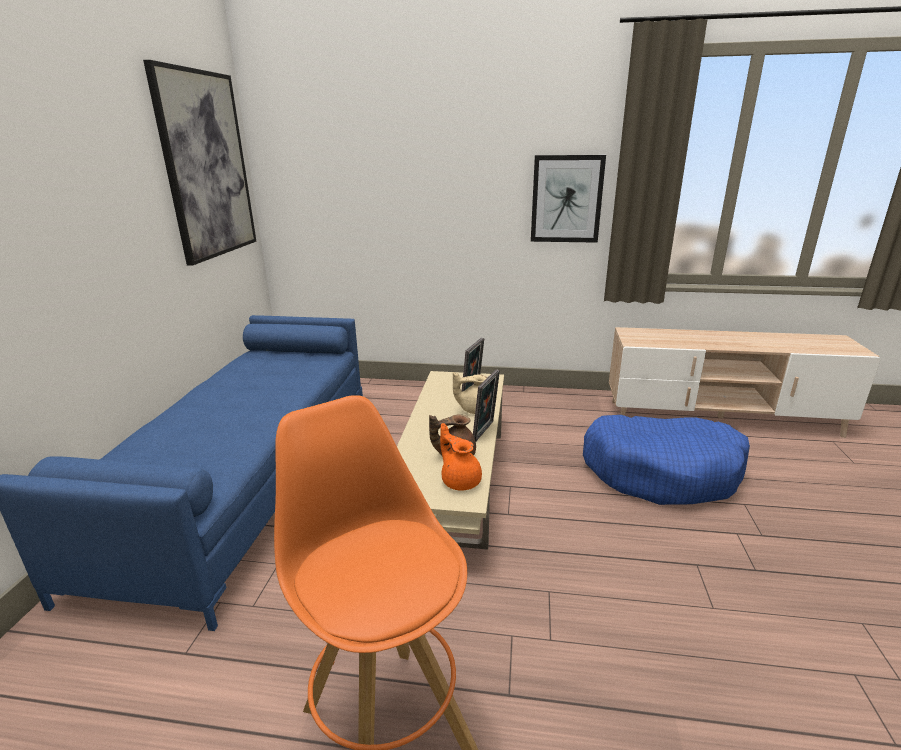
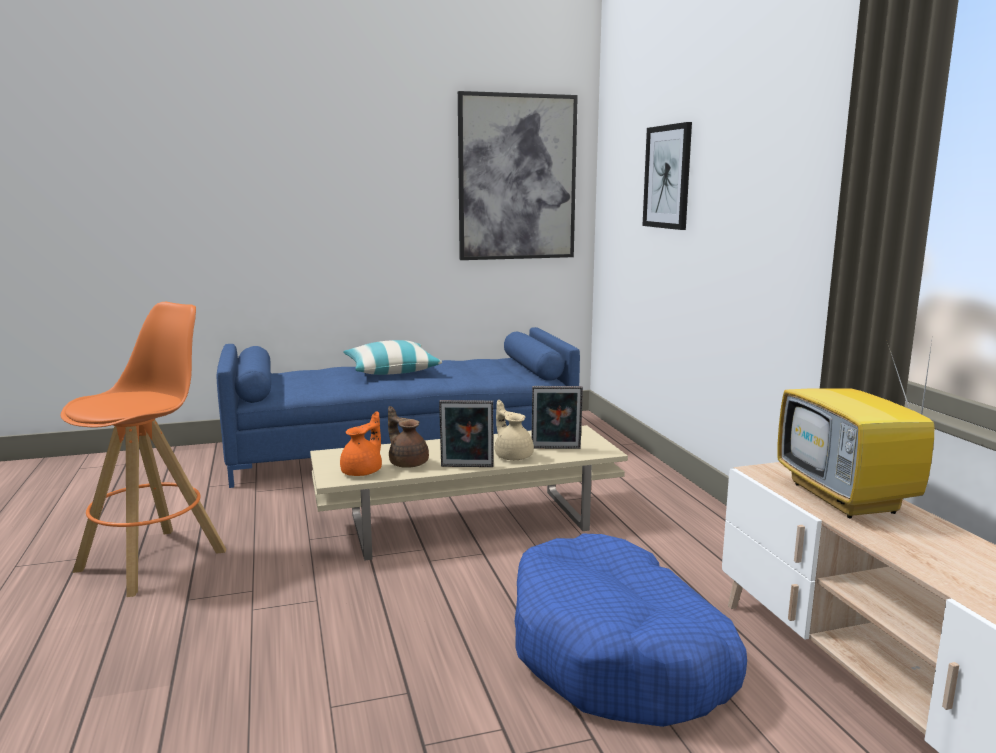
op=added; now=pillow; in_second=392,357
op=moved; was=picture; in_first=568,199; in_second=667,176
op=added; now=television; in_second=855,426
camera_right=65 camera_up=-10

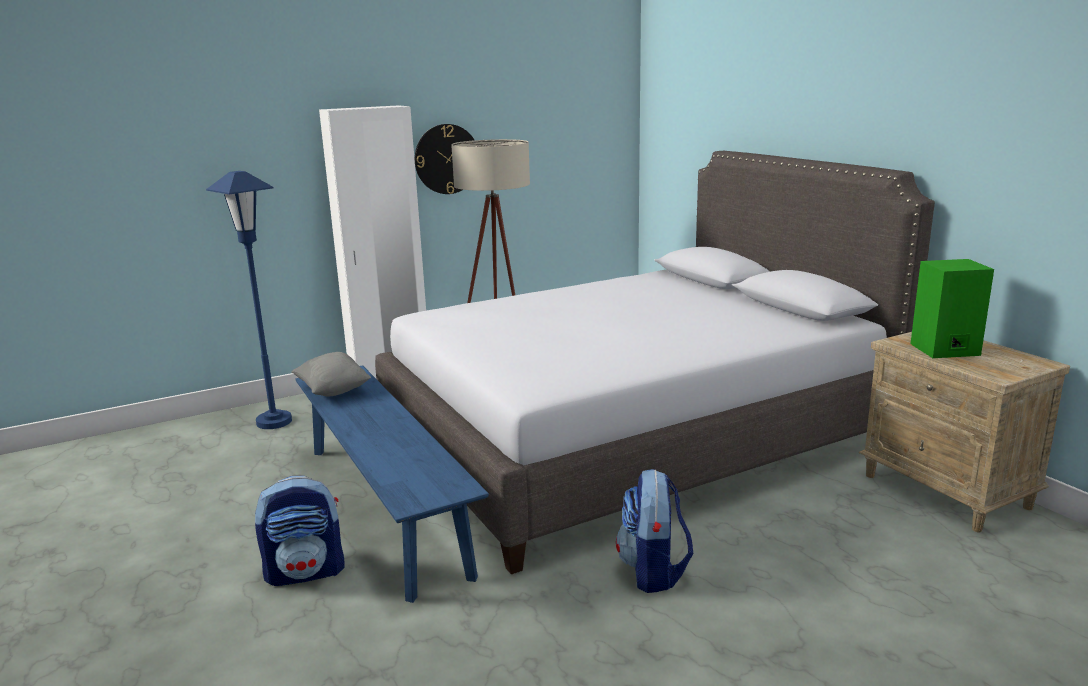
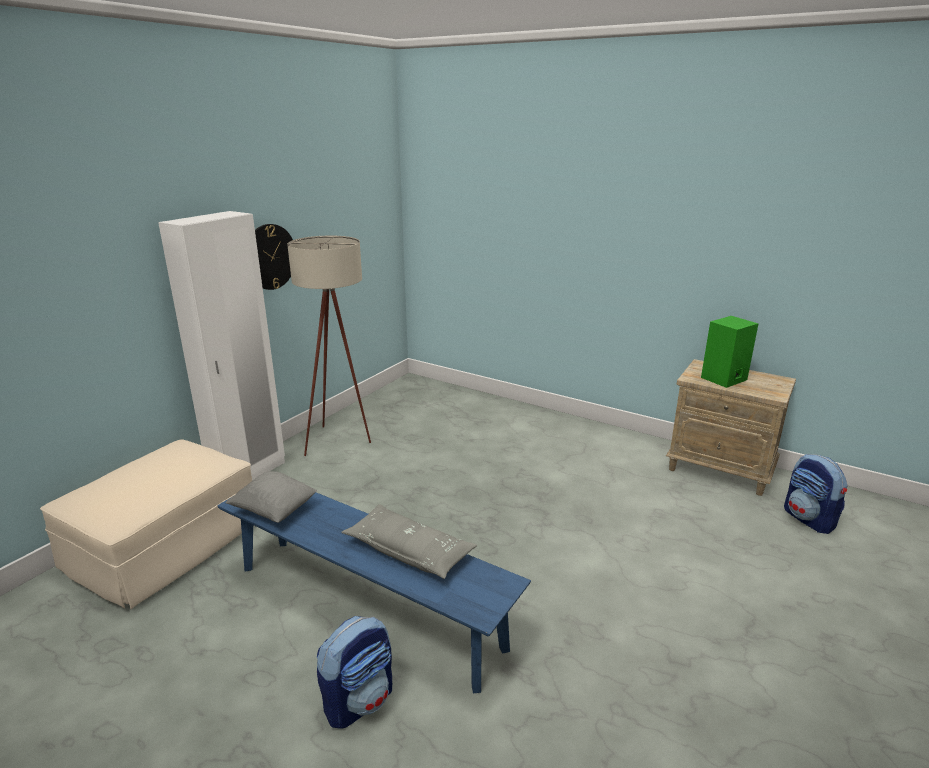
op=replaced; was=blue floor lamp; now=beige ottoman; in_first=249,300; in_second=146,524
op=added; now=grey pillow; in_second=409,541
op=moved; was=backpack; in_first=654,531; in_second=816,494
op=removed; was=grey bed; in_first=655,362
camera_right=-30 camera_up=5

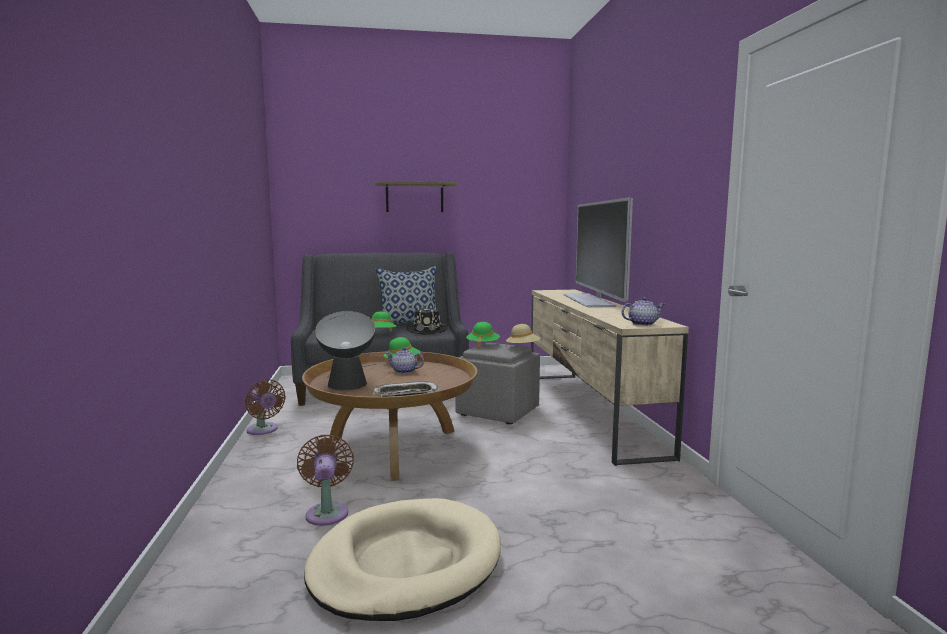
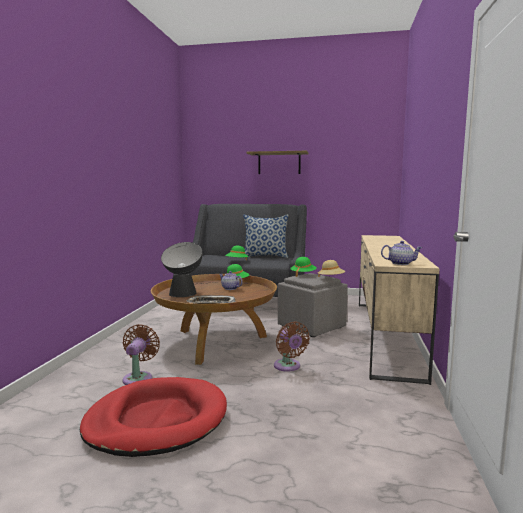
op=recoloured; was=beige dog bed; now=red dog bed; in_first=402,559; in_second=153,417
op=moved; was=brown fan; in_first=265,407; in_second=292,346
op=removed; was=black hat; in_first=427,320
op=removed; was=television; in_first=598,252
camera_right=20 camera_up=0

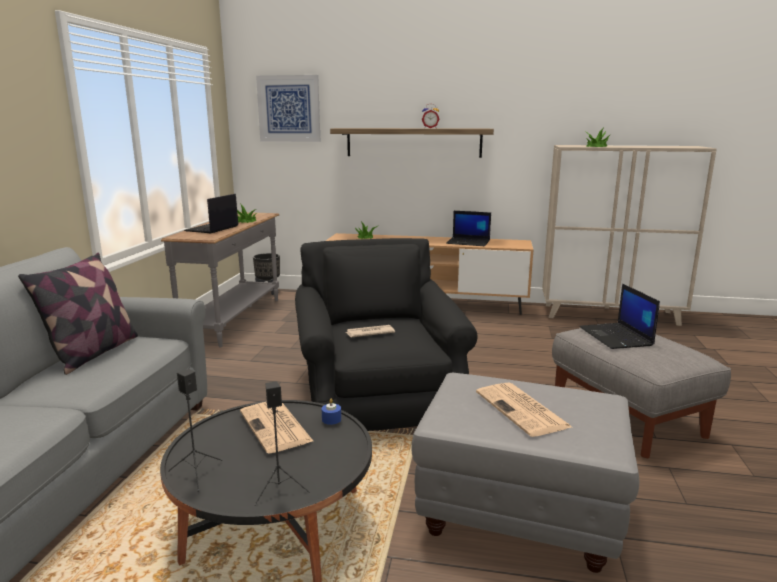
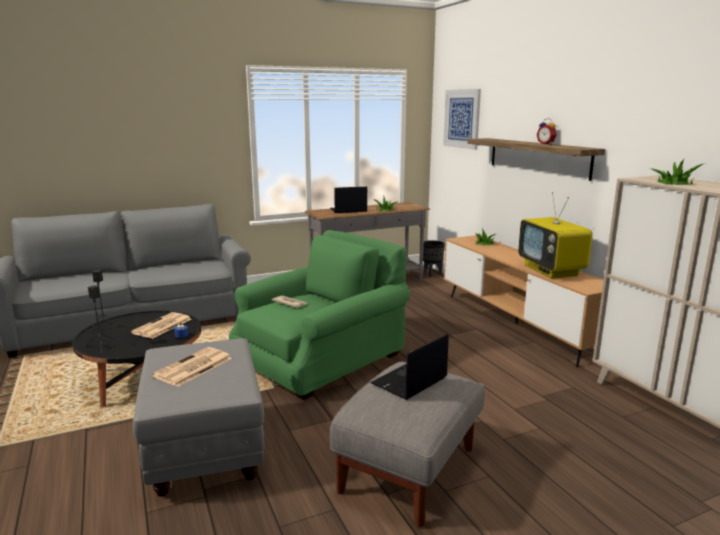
op=recoloured; was=black armchair; now=green armchair; in_first=386,334; in_second=319,315
op=replaced; was=laptop; now=television; in_first=468,228; in_second=555,235
op=removed; was=pillow; in_first=78,314
camera_right=55 camera_up=0

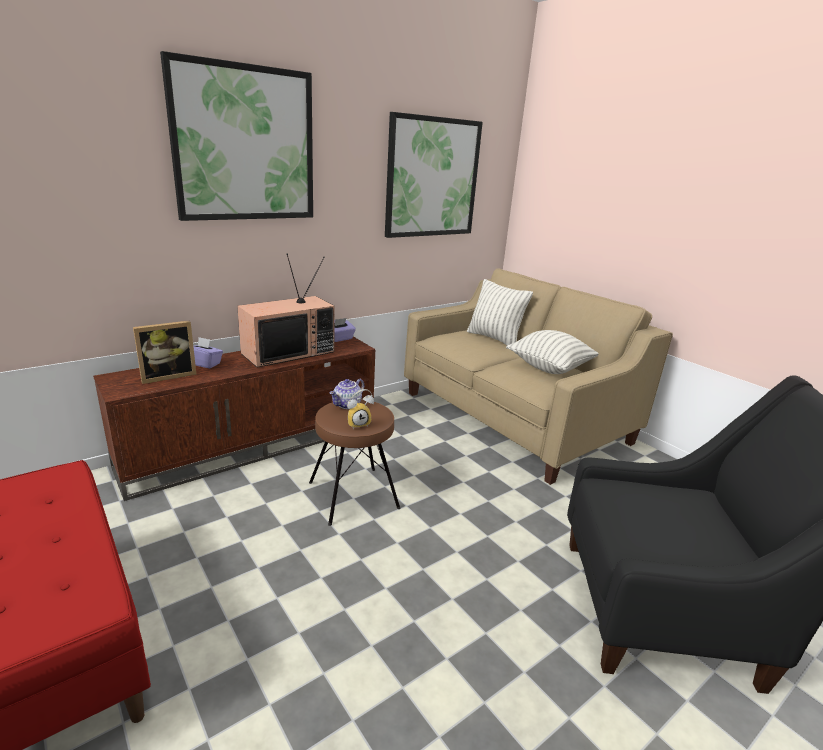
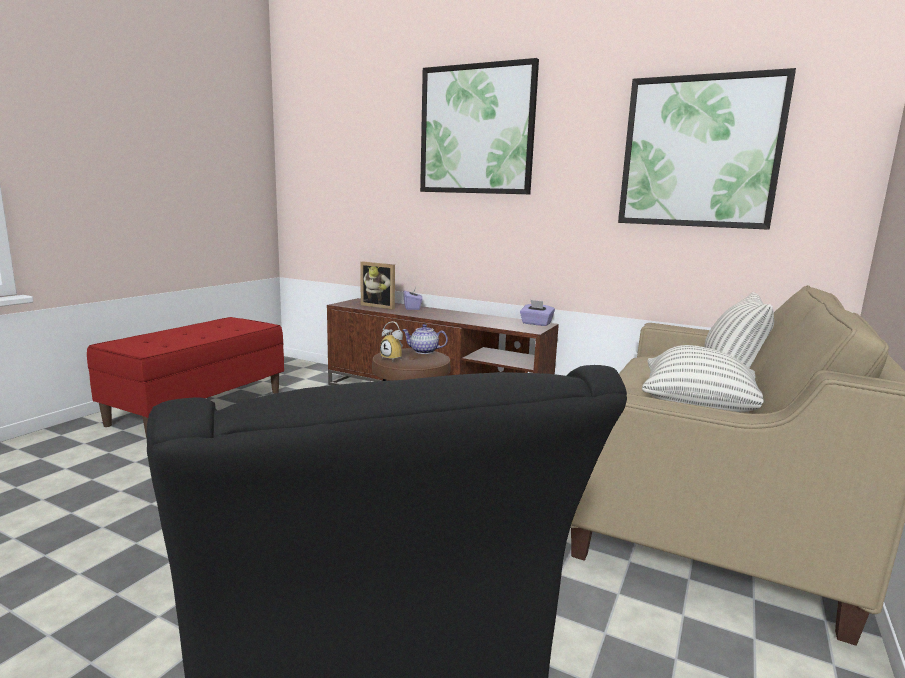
op=removed; was=television; in_first=286,311
camera_right=65 camera_up=-10

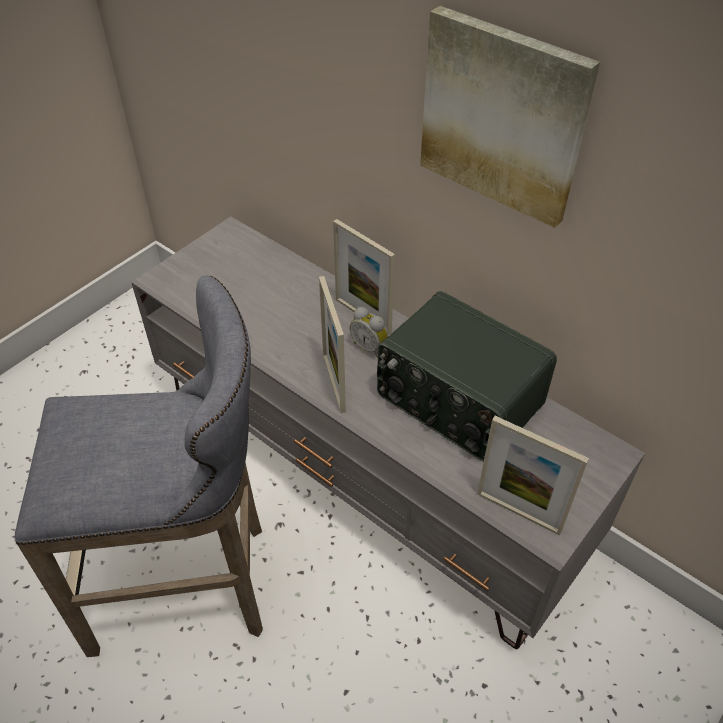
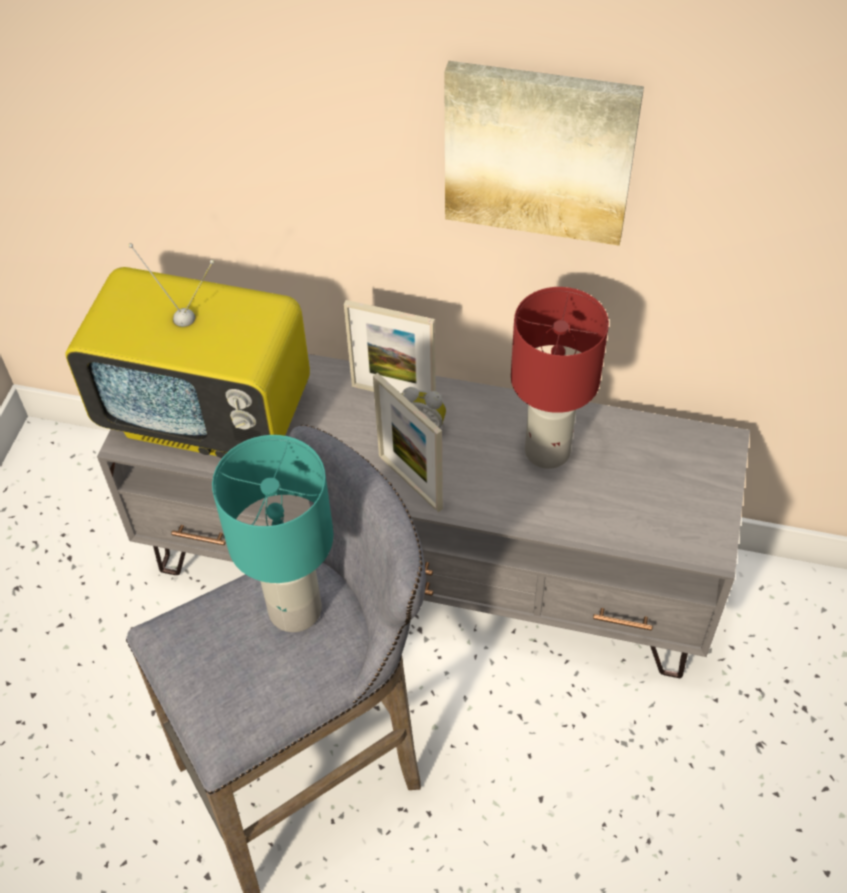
op=added; now=television; in_second=187,350
op=added; now=turquoise table lamp; in_second=273,533
op=replaced; was=radio; now=red table lamp; in_first=467,376; in_second=560,378
op=removed; was=picture frame; in_first=533,475
camera_right=-25 camera_up=5

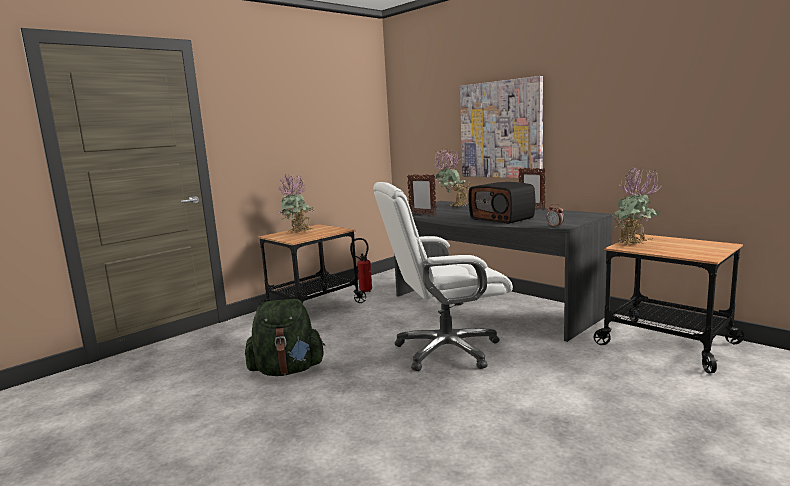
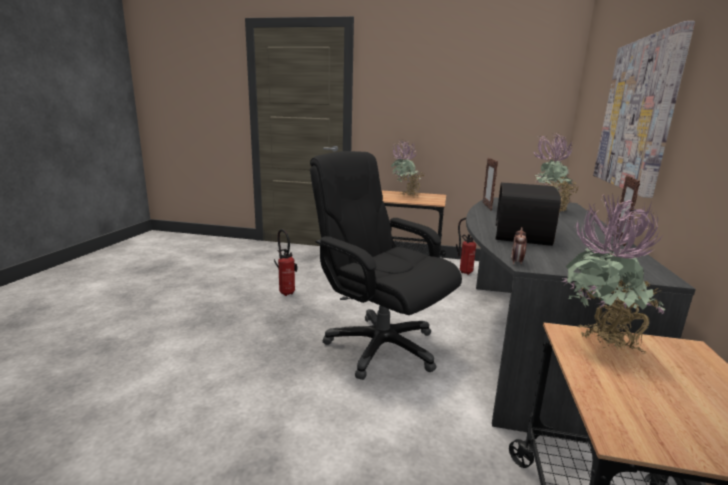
op=replaced; was=green backpack; now=fire extinguisher; in_first=285,337; in_second=285,262
op=recoloured; was=white office chair; now=black office chair; in_first=443,276; in_second=386,265
camera_right=55 camera_up=5

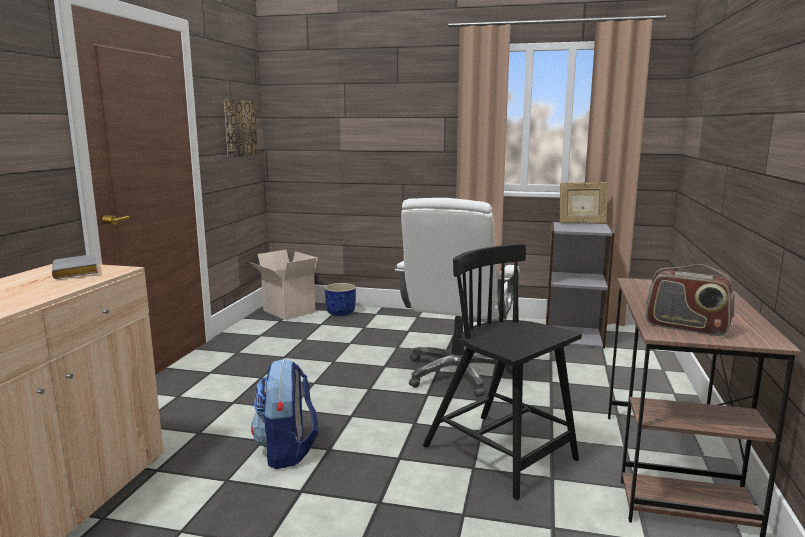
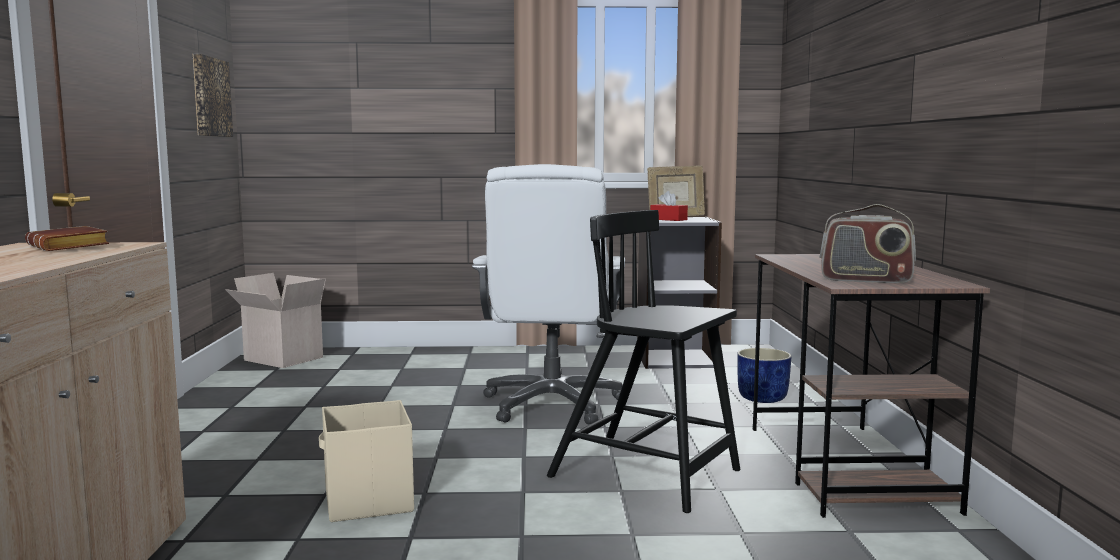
op=recoloured; was=grey book; now=brown book; in_first=75,266; in_second=67,238
op=replaced; was=backpack; now=beige storage box; in_first=285,413; in_second=366,461
op=added; now=red tissue box; in_second=669,206
op=moved; was=blue planter; in_first=340,299; in_second=765,375
camera_right=-15 camera_up=-5

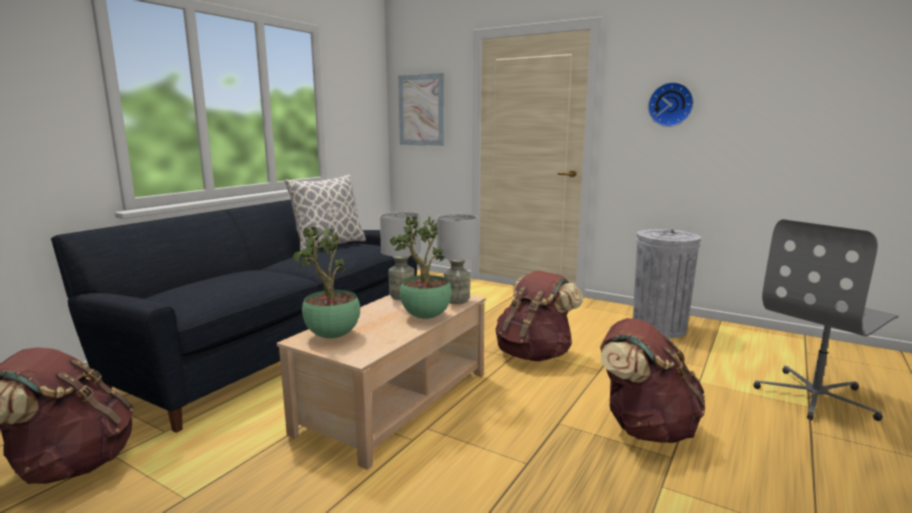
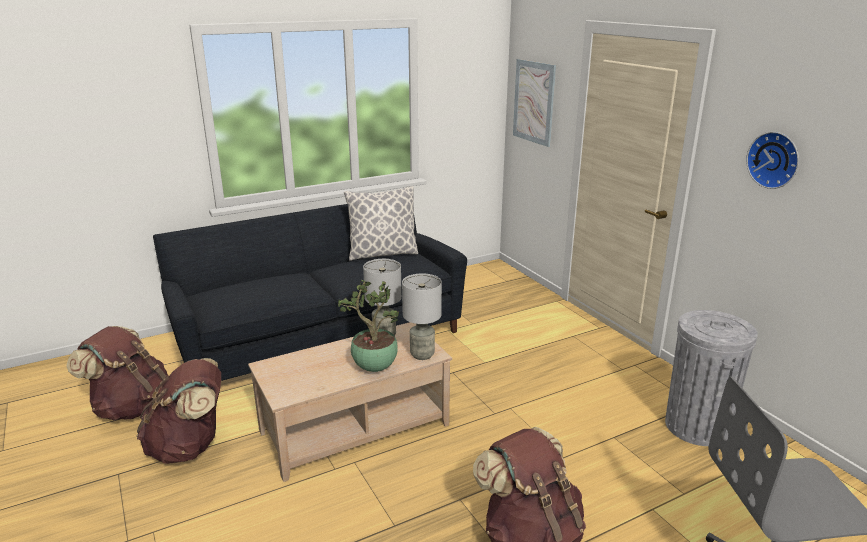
op=moved; was=brown backpack; in_first=539,316; in_second=178,411
op=removed; was=potted plant; in_first=326,281
camera_right=30 camera_up=10

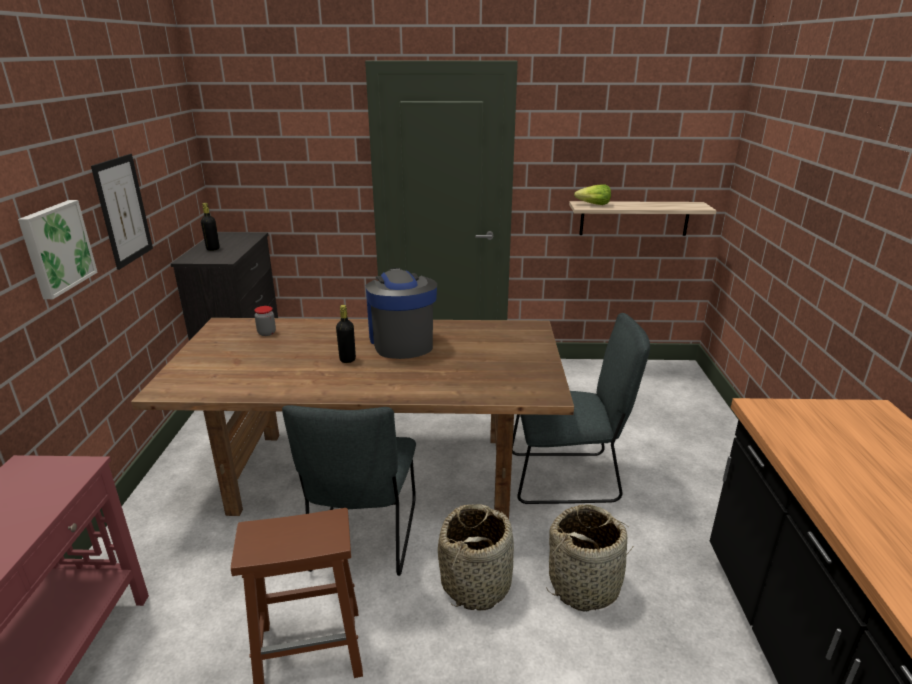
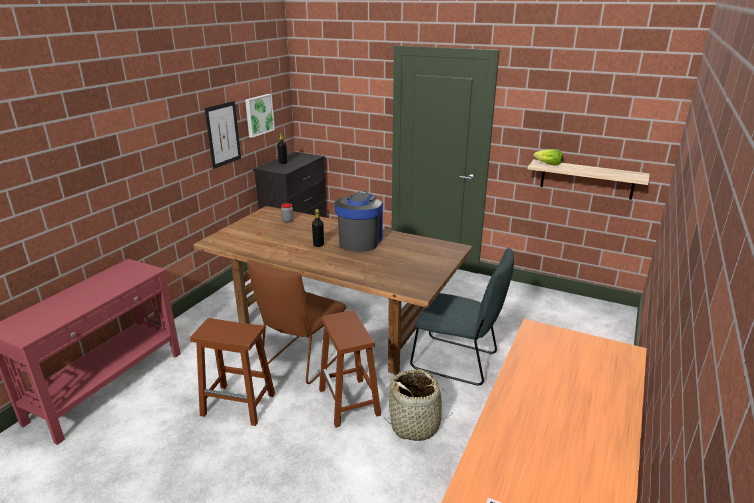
op=moved; was=picture; in_first=58,249; in_second=260,116
op=recoloured; was=grey chair; now=brown chair; in_first=349,490; in_second=297,322
op=replaced; was=basket; now=brown stool; in_first=476,557; in_second=350,369
camera_right=25 camera_up=0

